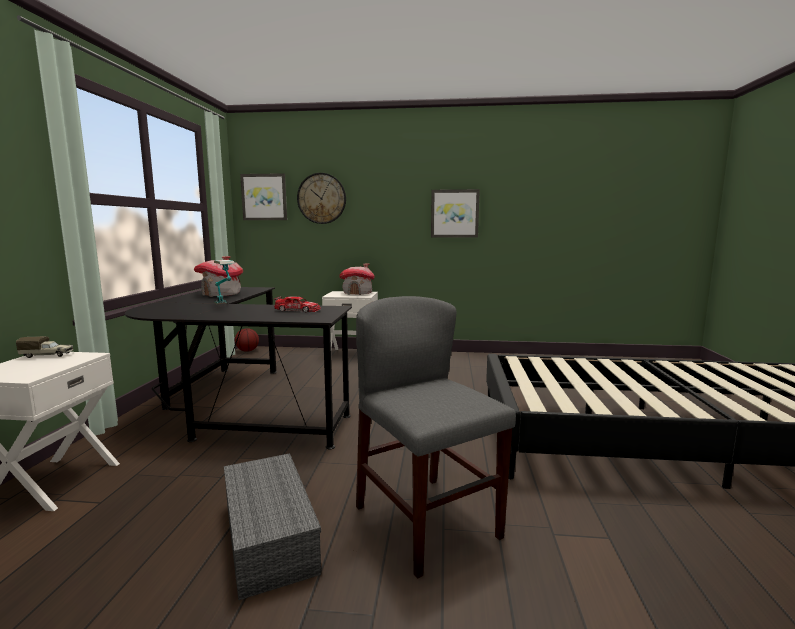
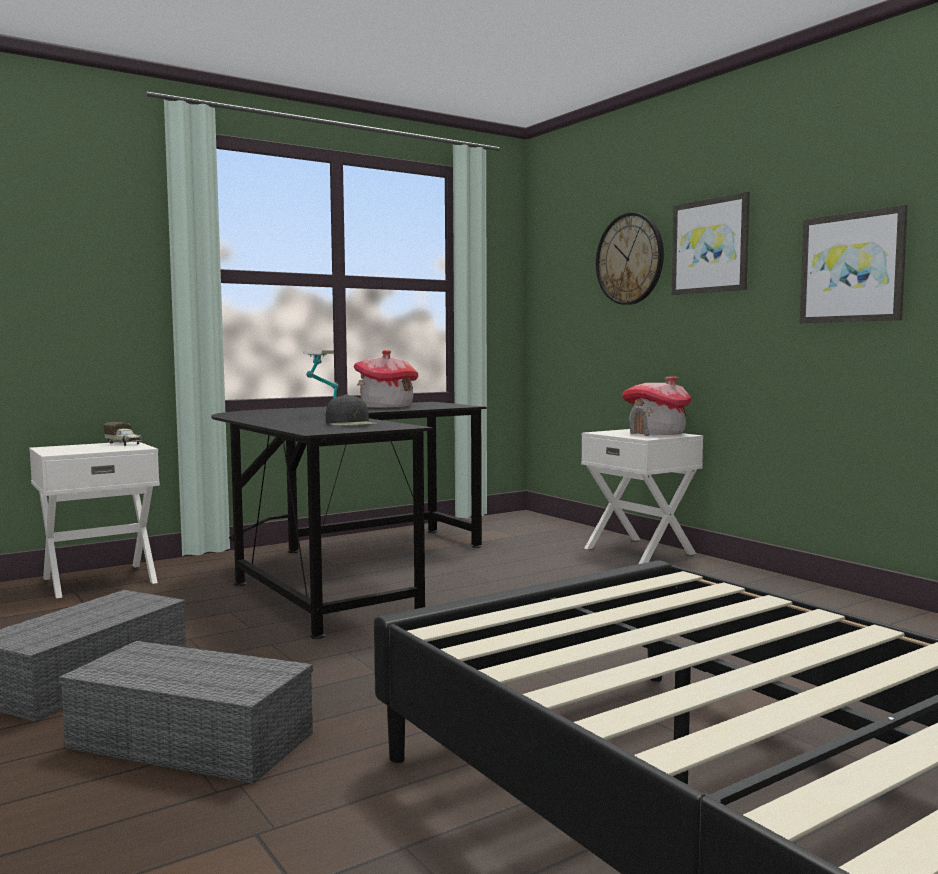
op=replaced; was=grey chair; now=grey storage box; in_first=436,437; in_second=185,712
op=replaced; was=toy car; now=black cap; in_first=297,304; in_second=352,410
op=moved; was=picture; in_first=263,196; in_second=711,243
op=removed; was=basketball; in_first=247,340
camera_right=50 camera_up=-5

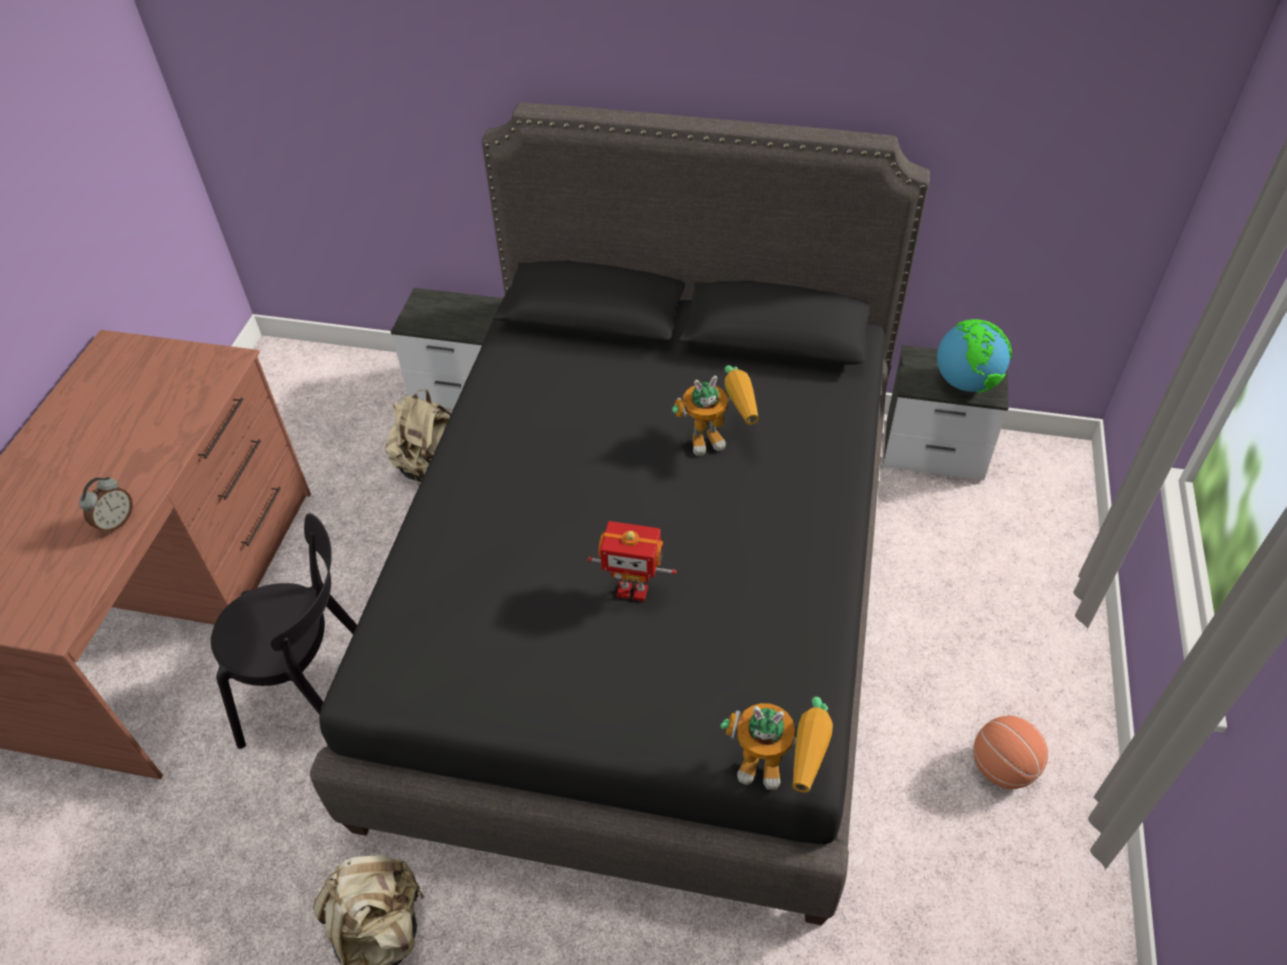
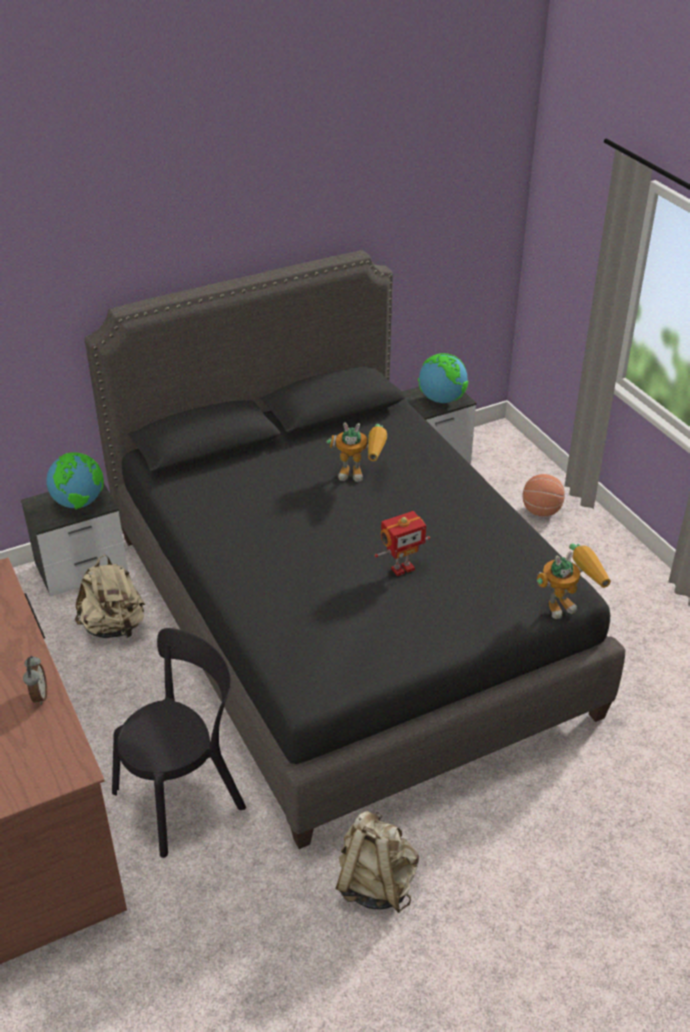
op=added; now=globe; in_second=75,481
op=turned; was=toy robot; in_first=715,410; in_second=356,452; clockwise=60
op=moved; was=basketball; in_first=1010,752; in_second=544,495
camera_right=-40 camera_up=-10

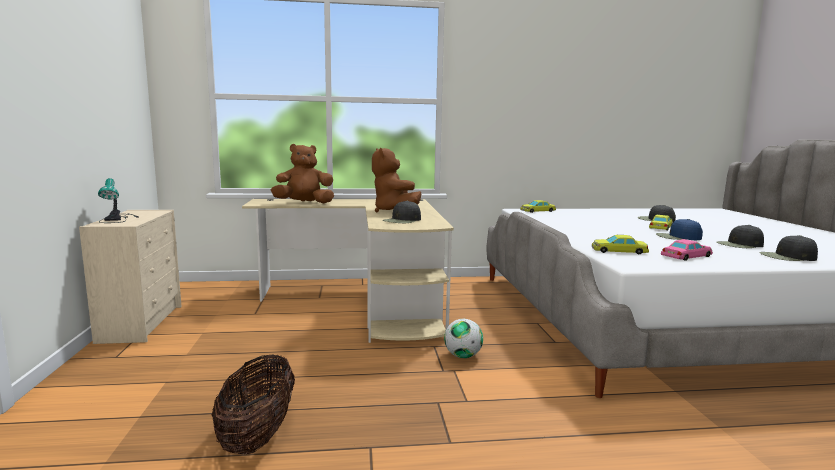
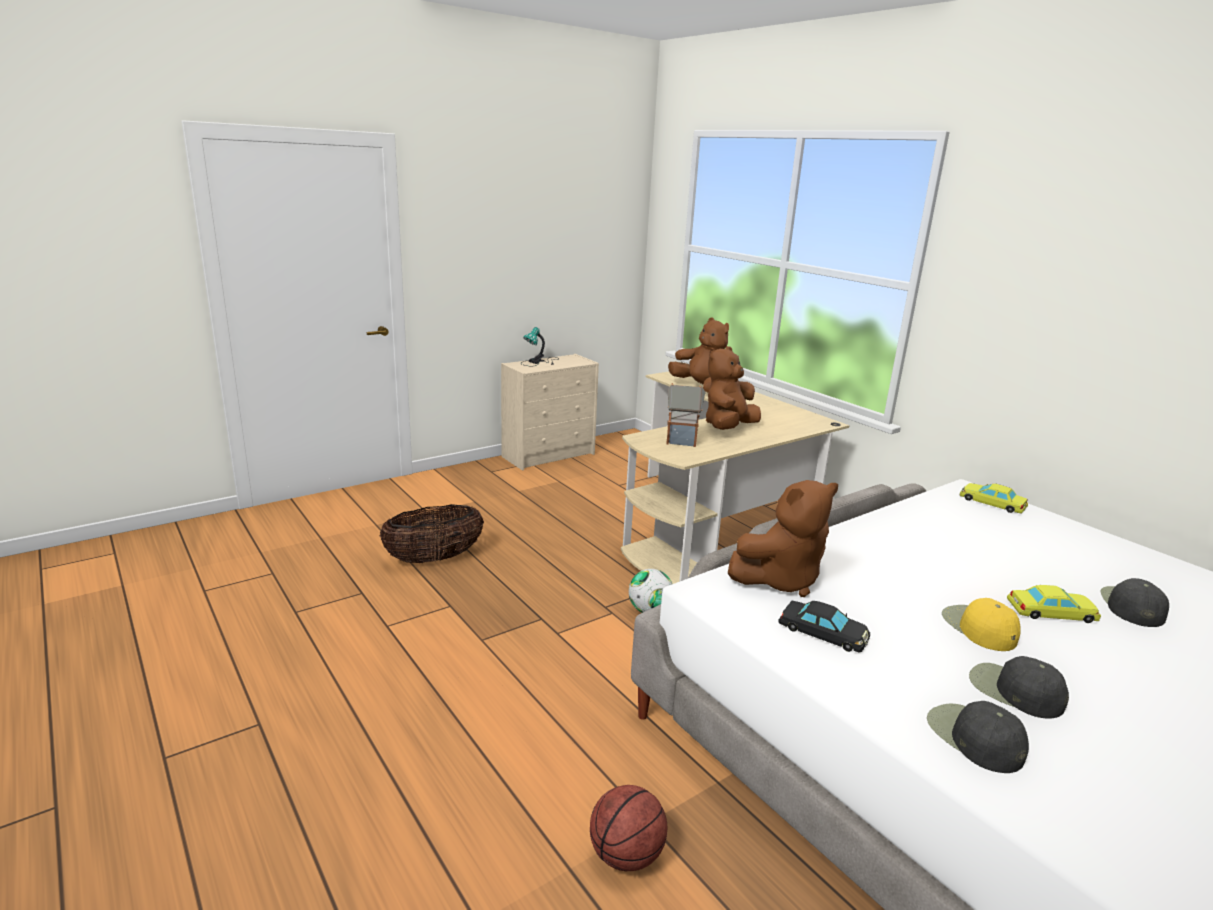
op=added; now=basketball; in_second=628,828
op=replaced; was=black cap; now=toy house; in_first=402,212; in_second=685,415
op=replaced; was=yellow toy car; now=brown plush toy; in_first=620,244; in_second=783,538
op=recoloured; was=pink toy car; now=black toy car; in_first=687,250; in_second=824,627
op=recoloured; was=blue cap; now=yellow cap; in_first=679,229; in_second=981,624
camera_right=60 camera_up=10

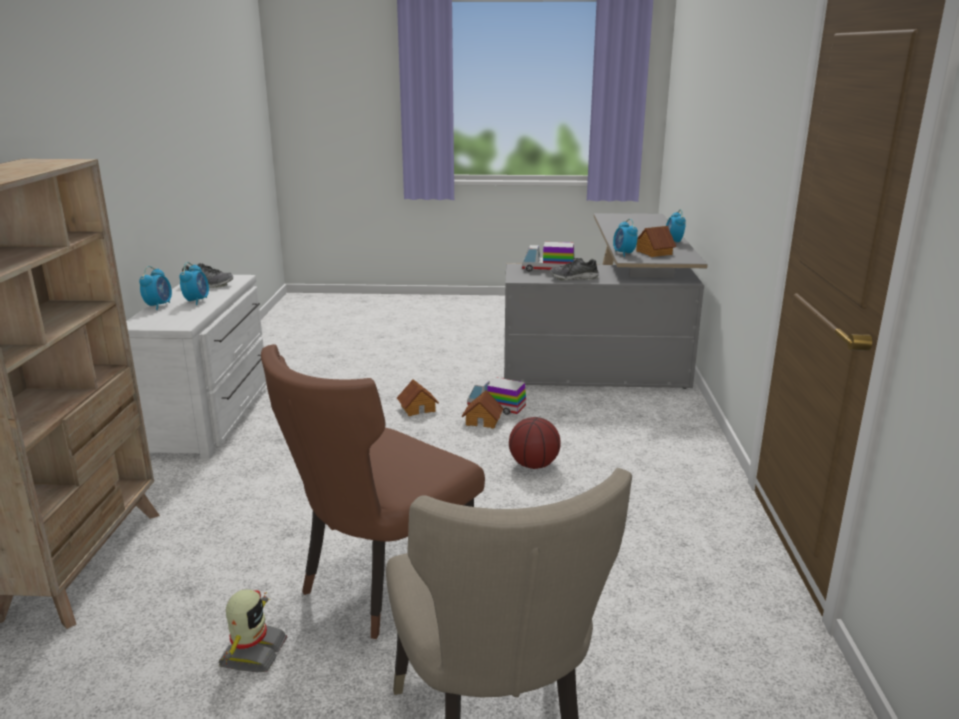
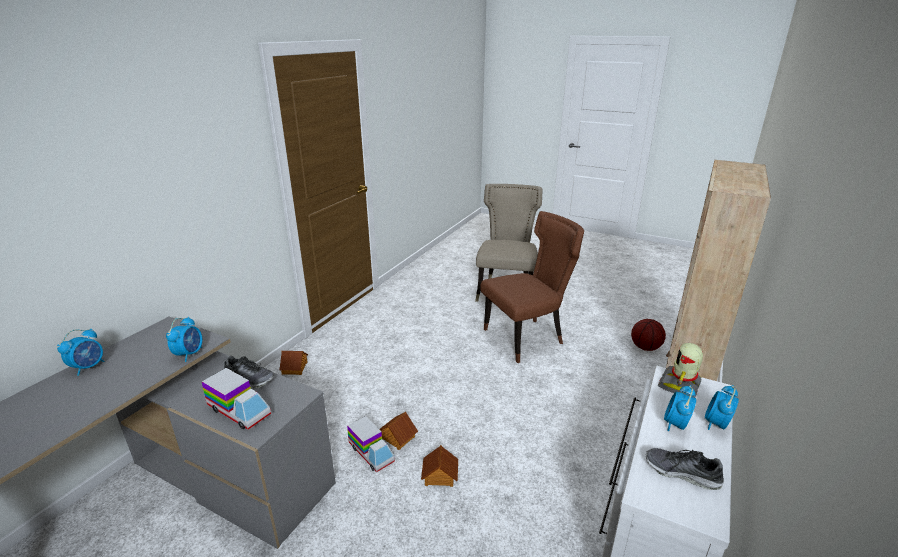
op=moved; was=toy house; in_first=656,241; in_second=293,363
op=moved; was=basketball; in_first=535,443; in_second=648,335
op=moved; was=toy robot; in_first=252,630; in_second=680,370
camera_right=-155 camera_up=5

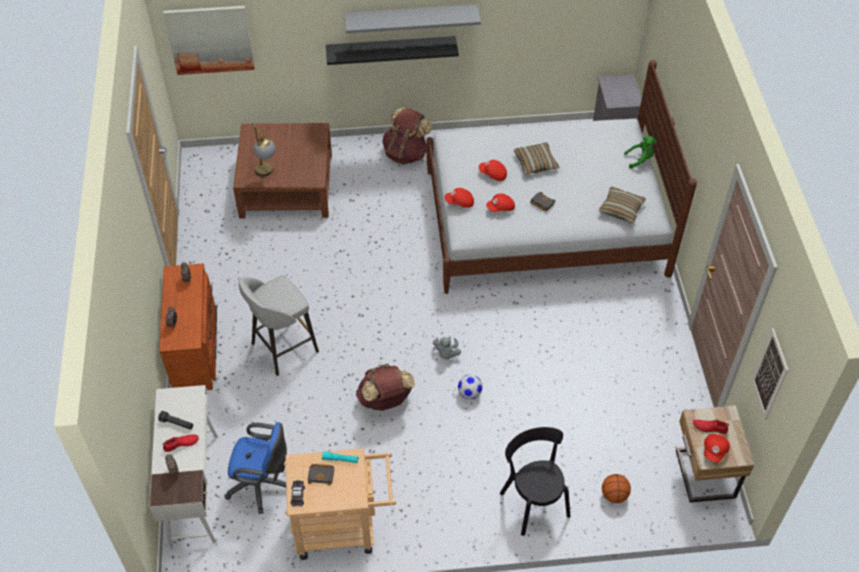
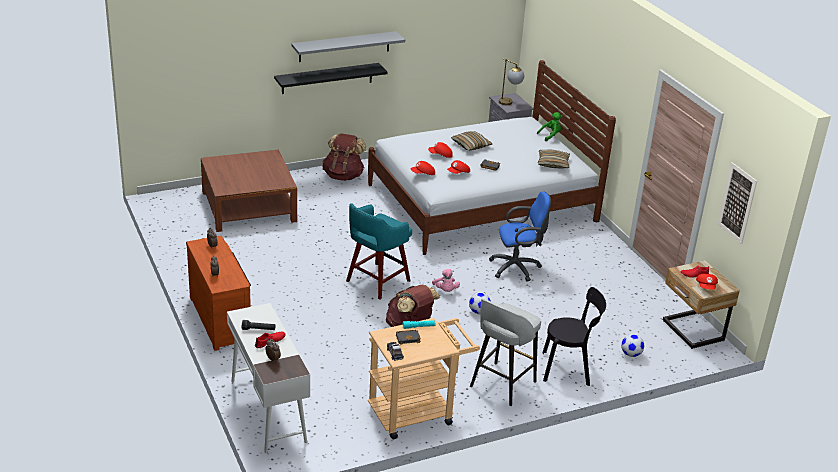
op=added; now=turquoise stool; in_second=379,252
op=recoloured; was=grey plush toy; now=pink plush toy; in_first=447,348; in_second=446,280
op=moved; was=grey stool; in_first=278,326; in_second=505,352
op=moved; was=blue office chair; in_first=255,468; in_second=520,236
op=moved; was=table lamp; in_first=263,149; in_second=511,82
op=turned; was=black chair; in_first=535,481; in_second=574,336; clockwise=135
op=replaced; was=basketball; now=football; in_first=616,488; in_second=632,345
op=removed; was=picture; in_first=209,40
camera_right=-20 camera_up=-20

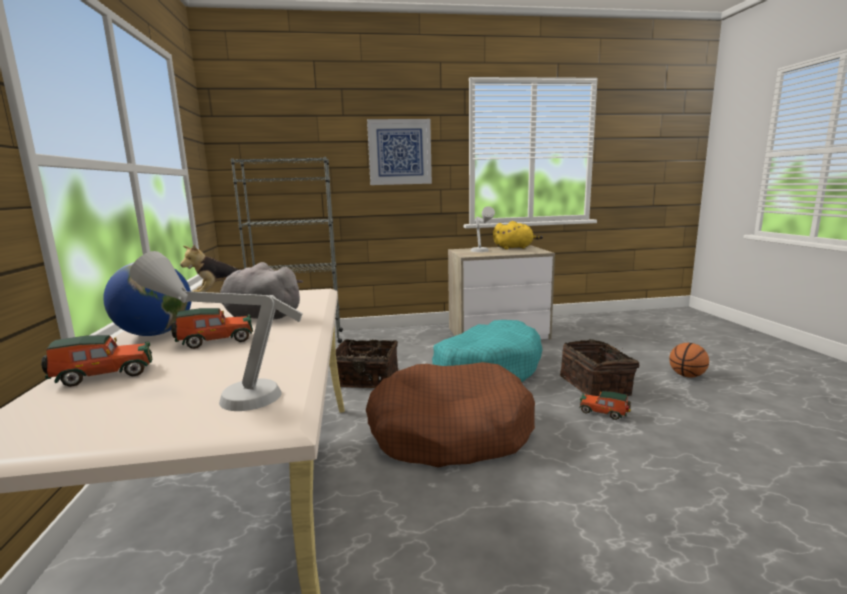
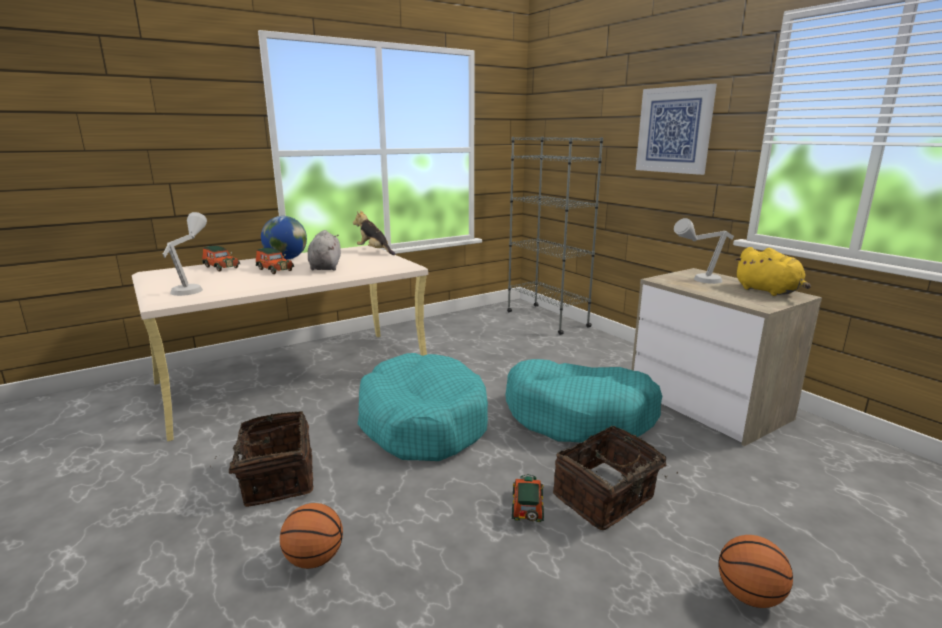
op=moved; was=basket; in_first=367,363; in_second=261,459
op=added; now=basketball; in_second=311,536
op=recoloured; was=brown dog bed; now=turquoise dog bed; in_first=450,415; in_second=423,407
camera_right=65 camera_up=5

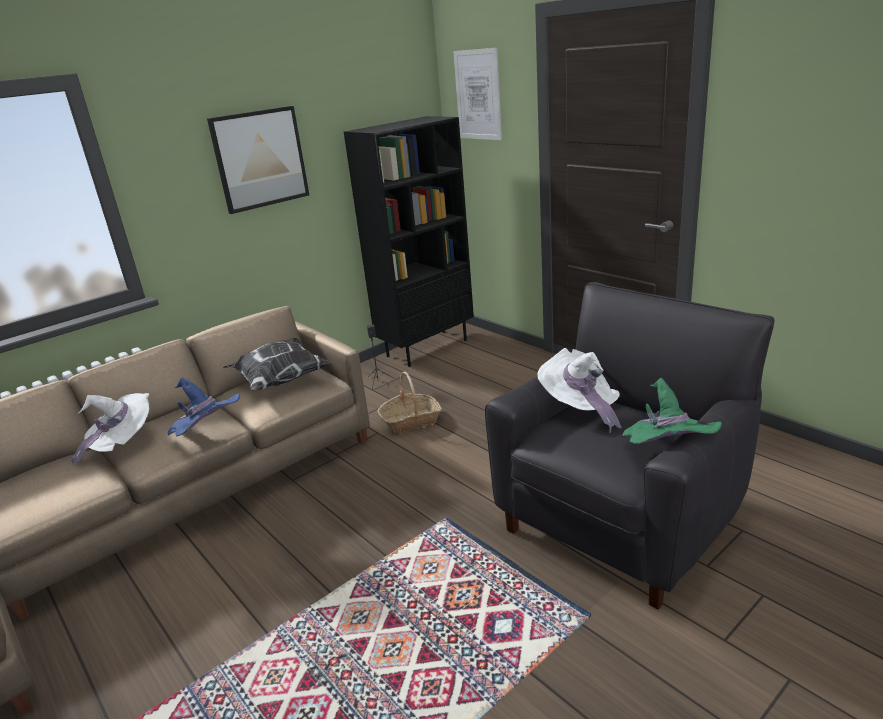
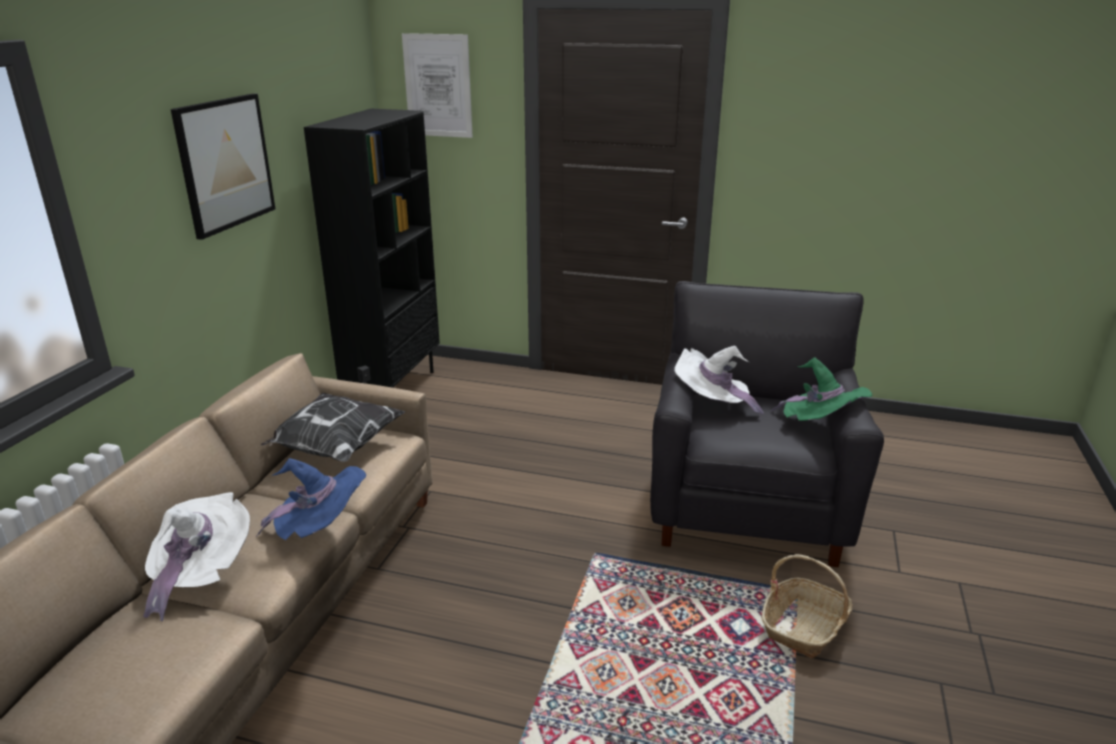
op=moved; was=basket; in_first=409,403; in_second=807,606
camera_right=-35 camera_up=0

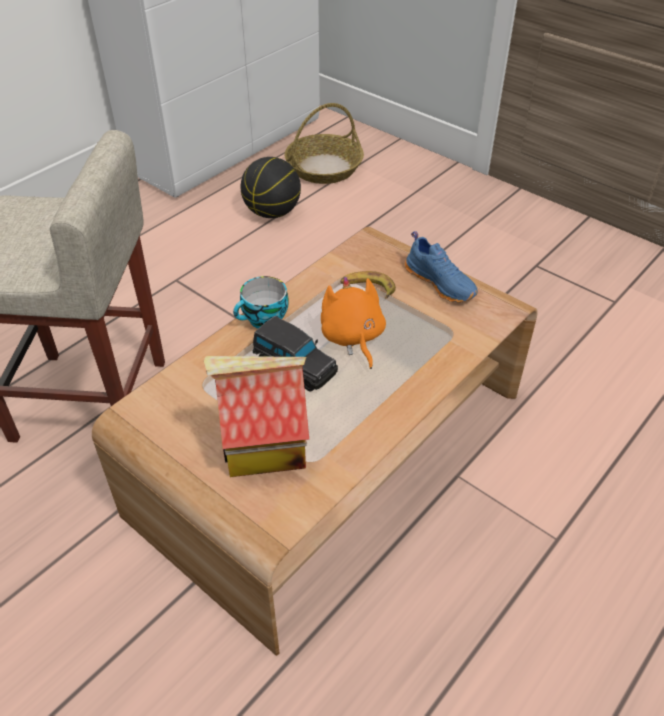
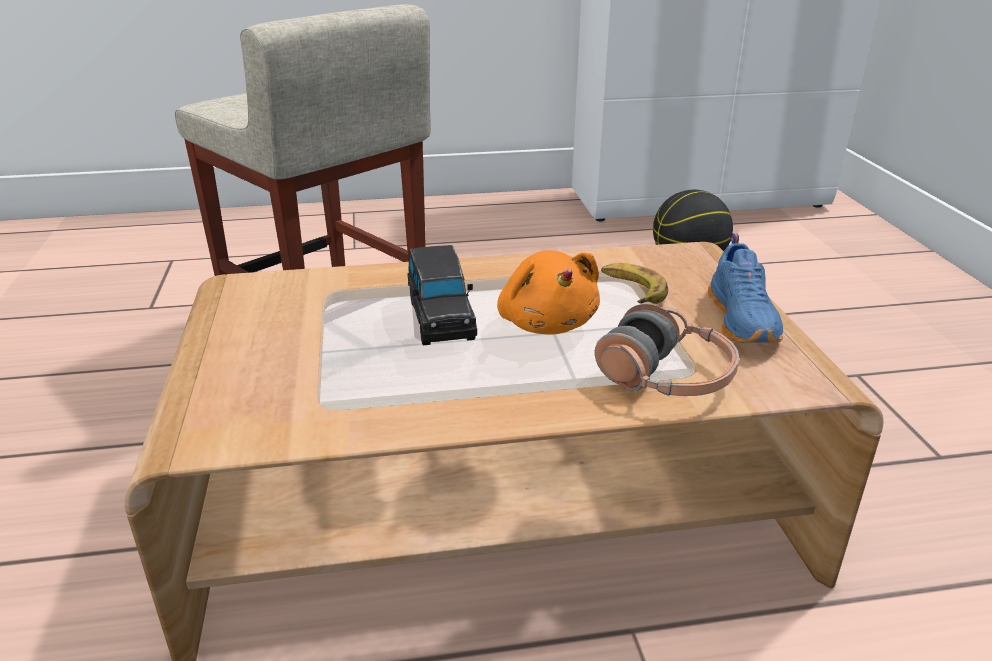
op=turned; was=orange plush toy; in_first=353,322; in_second=548,292; clockwise=135
op=added; now=headphones; in_second=667,350
op=removed; was=toy house; in_first=256,416
op=removed; was=cup; in_first=260,302
op=removed; was=basket; in_first=324,143
camera_right=40 camera_up=-15

